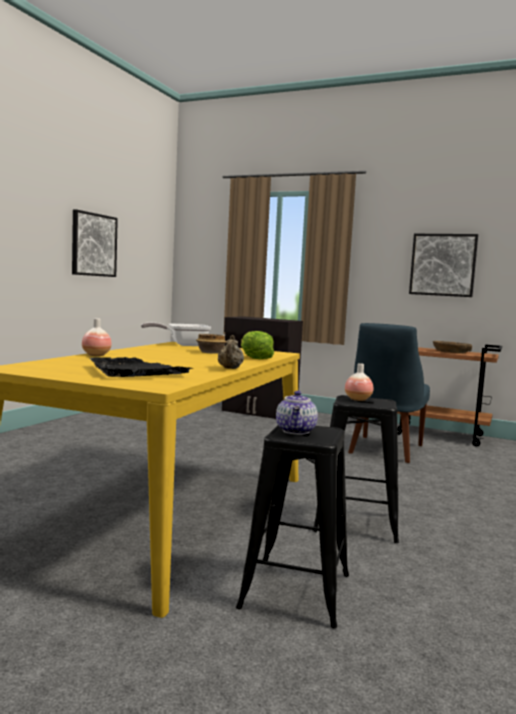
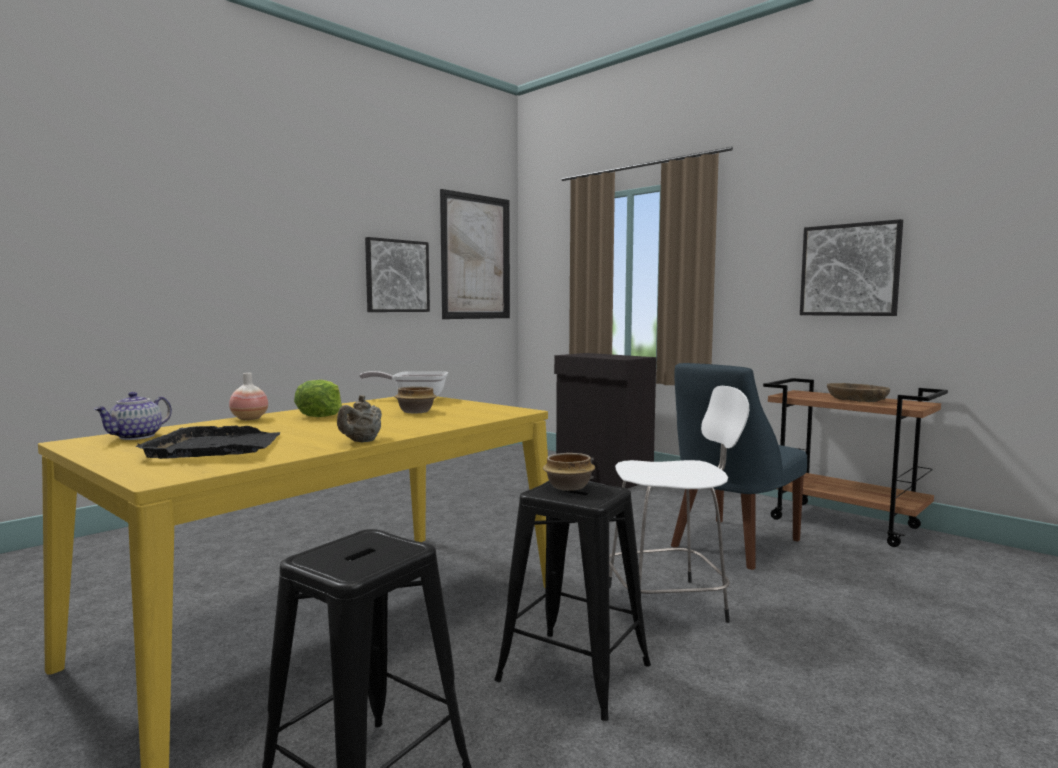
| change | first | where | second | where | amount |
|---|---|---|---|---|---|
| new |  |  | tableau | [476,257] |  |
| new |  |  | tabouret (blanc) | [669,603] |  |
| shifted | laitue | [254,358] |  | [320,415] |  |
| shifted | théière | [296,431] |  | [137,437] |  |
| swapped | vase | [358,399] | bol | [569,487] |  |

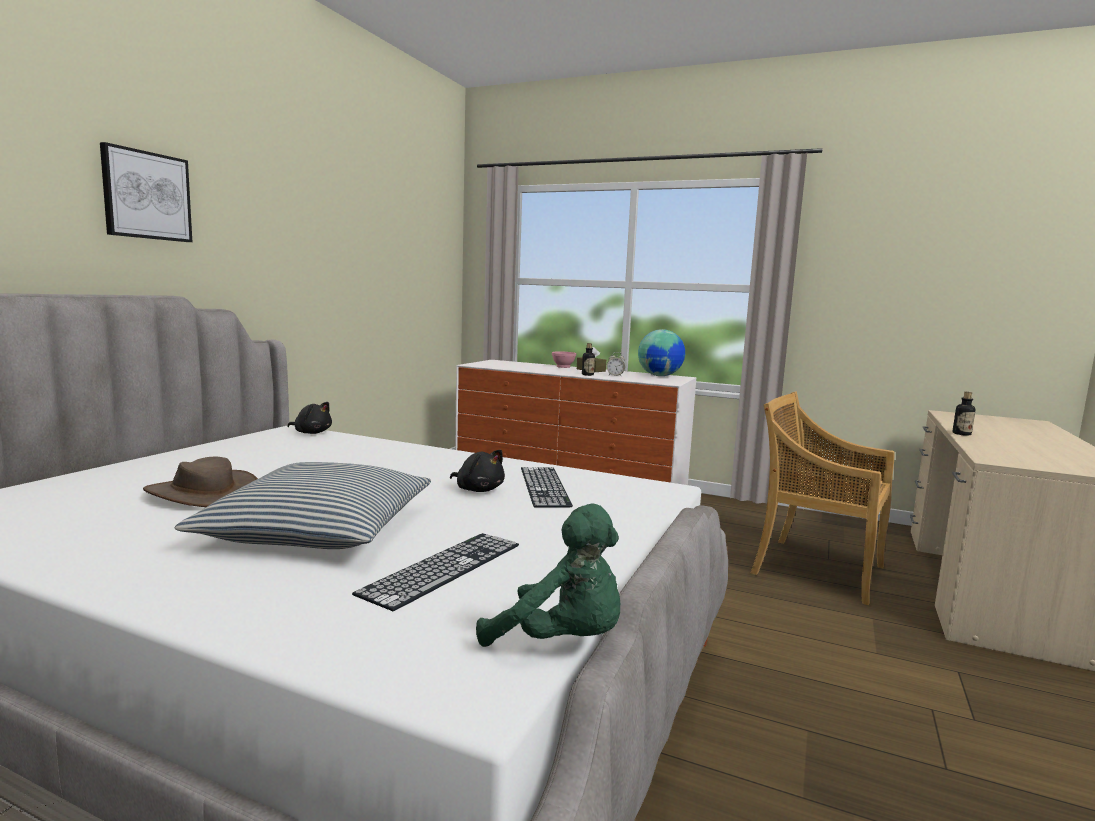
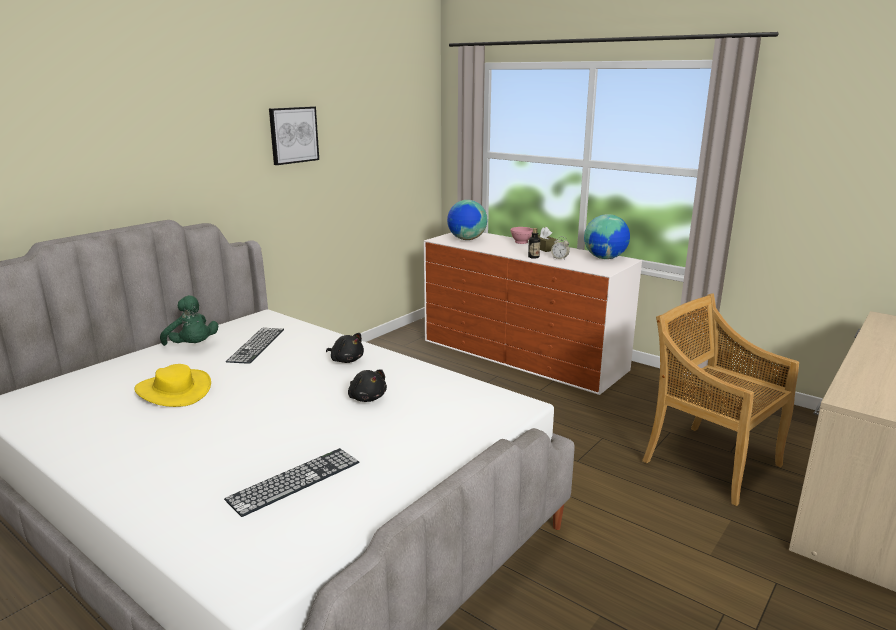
| change | first | where | second | where | amount |
|---|---|---|---|---|---|
| gone | coussin | [318,529] |  |  |  |
| gone | bouteille | [961,434] |  |  |  |
| new |  |  | globe | [466,239] |  |
| shifted | tableau | [146,195] |  | [293,135] |  |
| shifted | peluche (noir) | [311,433] |  | [346,360] |  |
| shifted | peluche (vert) | [562,642] |  | [192,346] |  |
| shifted | clavier | [544,486] |  | [256,345] |  |
| repainted | chapeau (marron) | [203,493] | chapeau (jaune) | [174,390] |  |

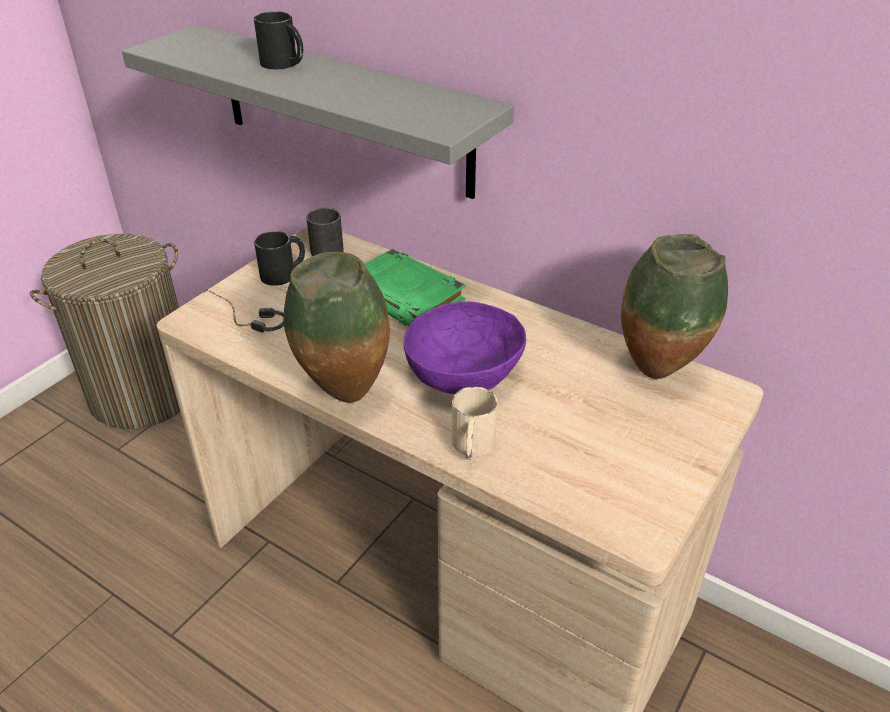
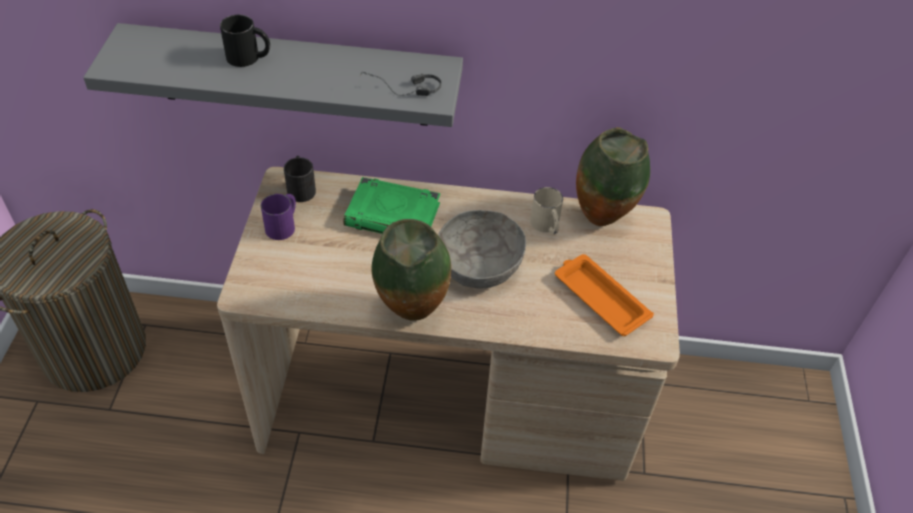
| change | first | where | second | where | amount |
|---|---|---|---|---|---|
| new |  |  | plateau (orange) | [599,298] |  |
| shifted | casque audio | [243,321] |  | [401,91] |  |
| shifted | mug (beige) | [472,447] |  | [546,226] |  |
| repainted | mug (noir) | [284,273] | mug (violet) | [283,225] |  |
| repainted | bol (violet) | [463,372] | bol (gris) | [479,265] |  |

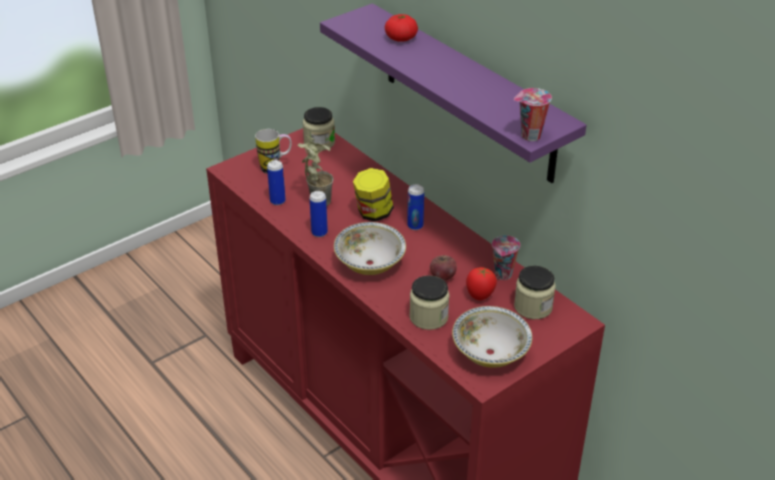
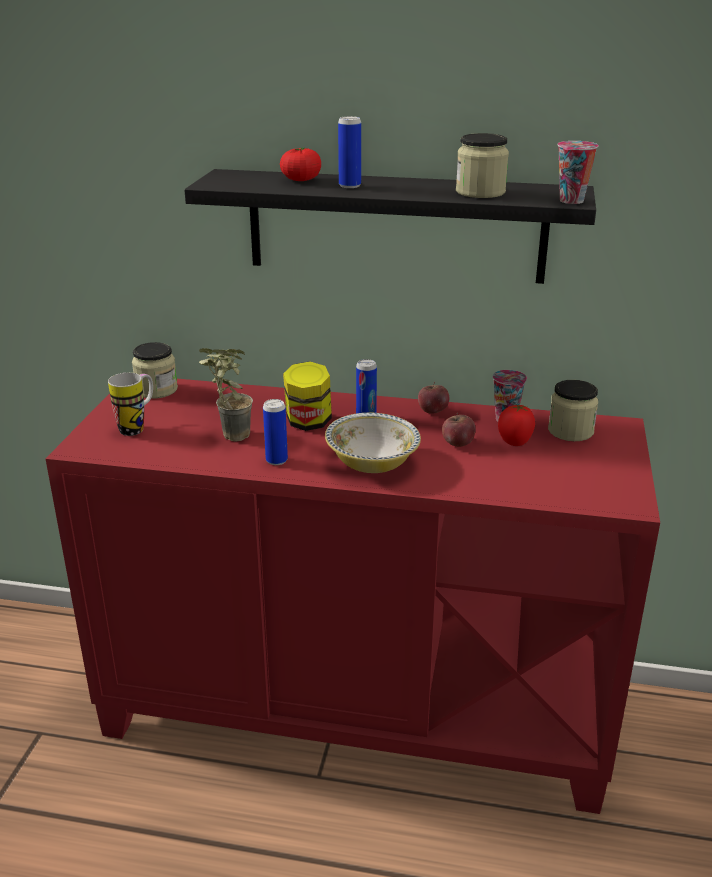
| change | first | where | second | where | amount |
|---|---|---|---|---|---|
| gone | bol | [490,353] |  |  |  |
| new |  |  | pomme | [433,411] |  |
| shifted | boîte métallique | [277,201] |  | [349,186] |  |
| shifted | bocal | [428,317] |  | [480,192] |  |
| repainted | étagère (violet) | [468,93] | étagère (noir) | [395,226] |  |

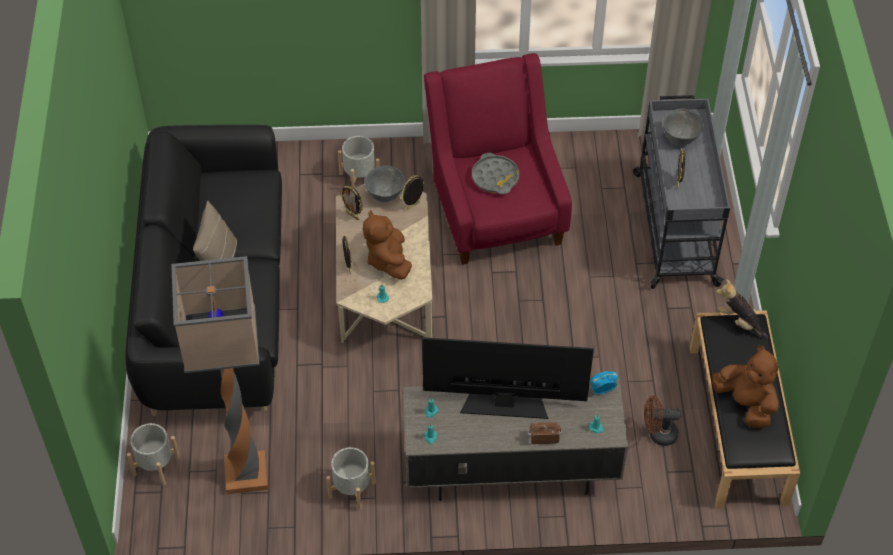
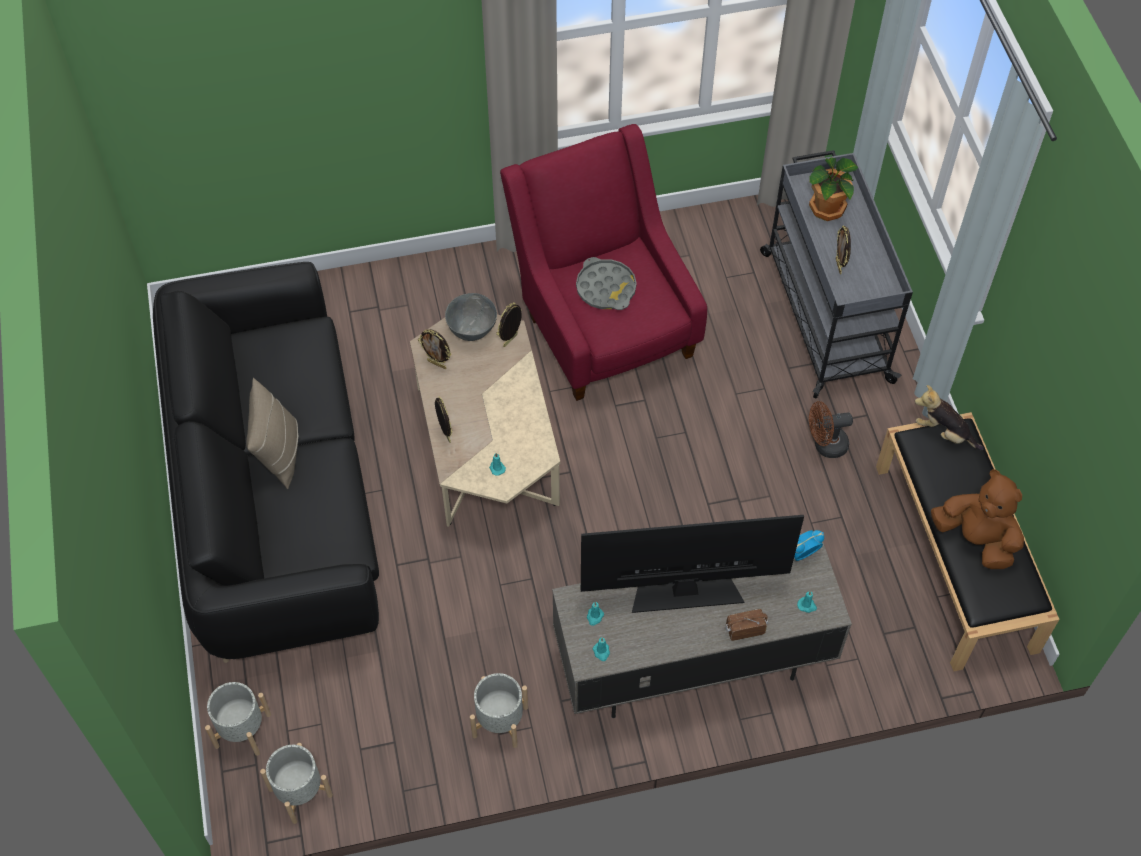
| change | first | where | second | where | amount |
|---|---|---|---|---|---|
| gone | lampadaire | [244,473] |  |  |  |
| gone | peluche (marron) | [388,260] |  |  |  |
| shifted | cache-pot (gris) | [359,177] |  | [300,792] |  |
| shifted | ventilateur (marron) | [658,434] |  | [825,445] |  |
| swapped | bol (gris) | [680,138] | plante en pot | [828,208] |  |

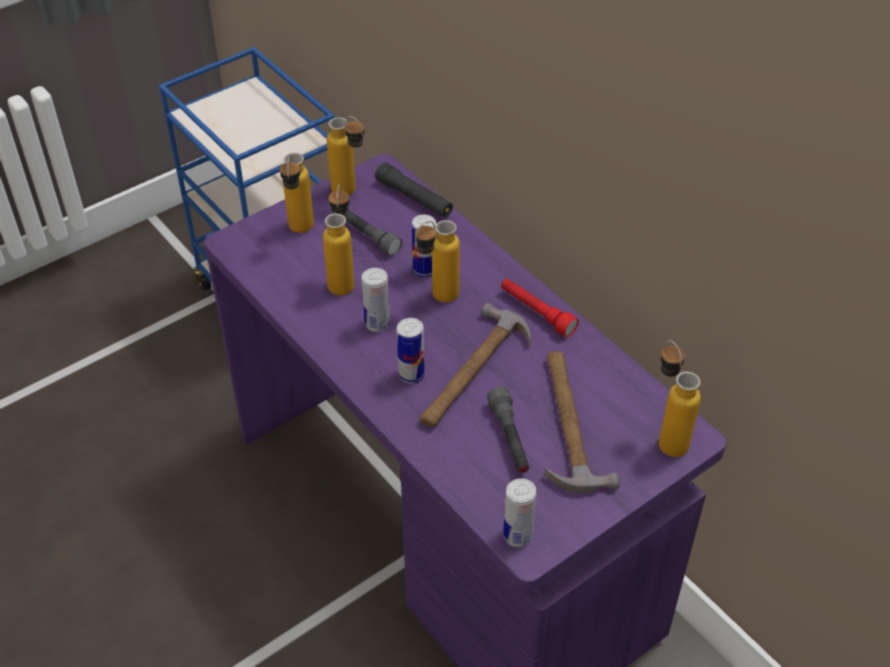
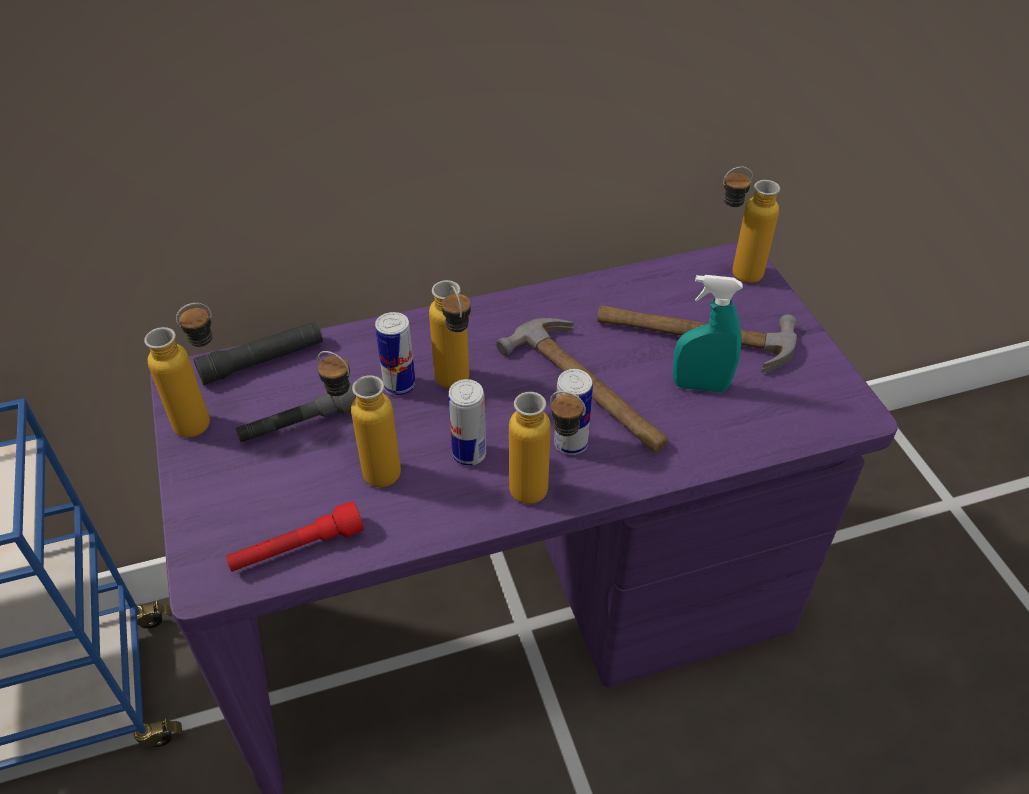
| change | first | where | second | where | amount |
|---|---|---|---|---|---|
| gone | boîte métallique | [517,536] |  |  |  |
| shifted | bouteille | [300,233] |  | [544,495] |  |
| shifted | lampe de poche (rouge) | [536,313] |  | [297,549] |  |
| swapped | lampe de poche (gris) | [509,438] | vaporisateur (turquoise) | [700,386] |  |

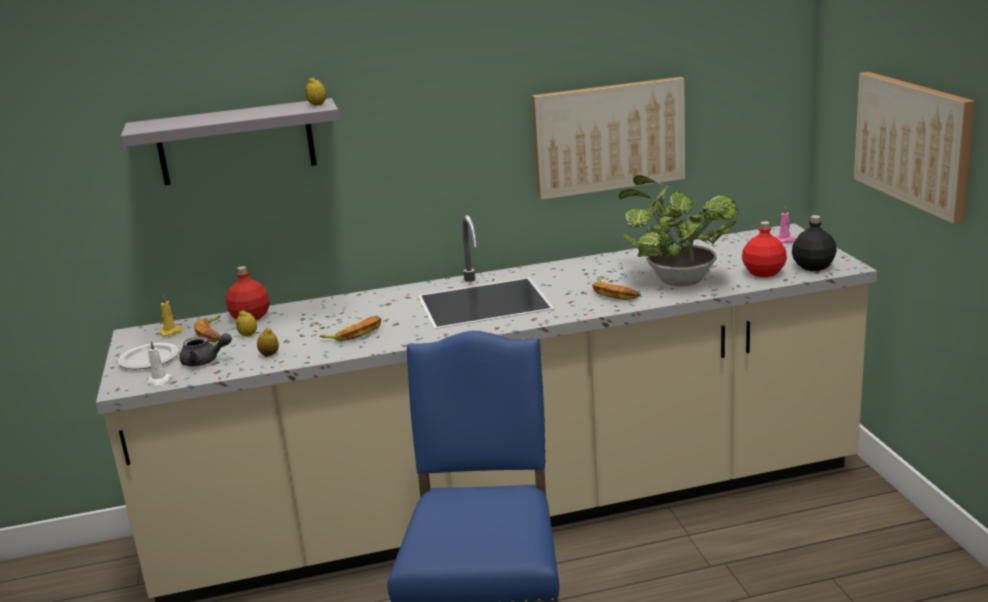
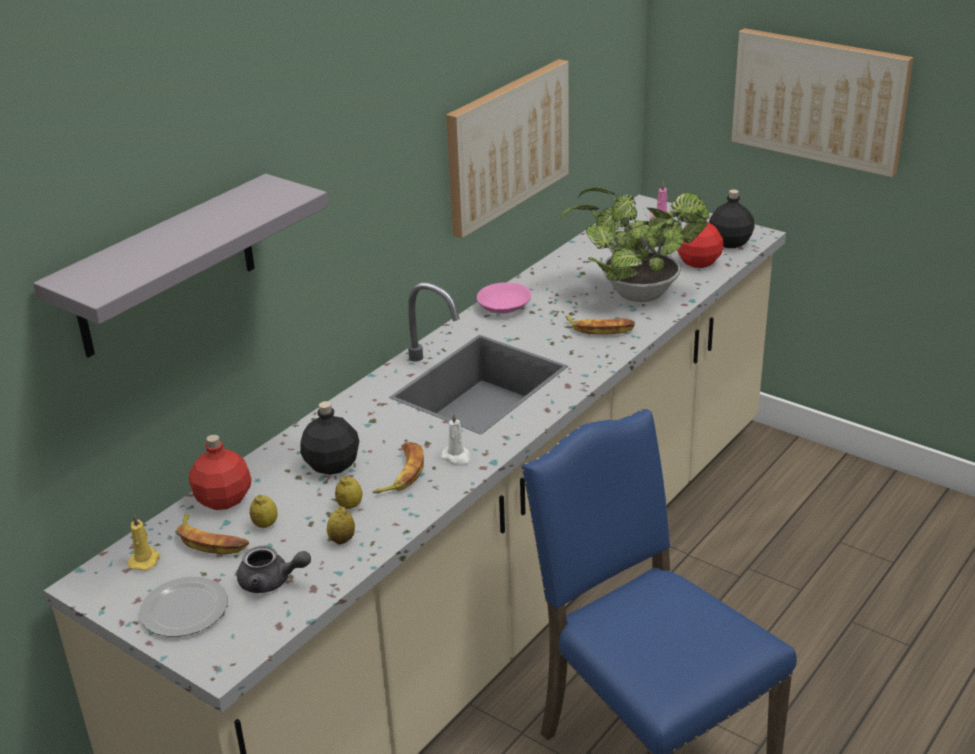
| change | first | where | second | where | amount |
|---|---|---|---|---|---|
| new |  |  | bouteille (noir) | [332,465] |  |
| new |  |  | bol (rose) | [503,308] |  |
| shifted | bougie (blanc) | [159,382] |  | [457,457] |  |
| shifted | citron | [317,105] |  | [350,506] |  |
| rotated | théière (gris) | [205,361] |  | [271,582] | 45 degrees clockwise |

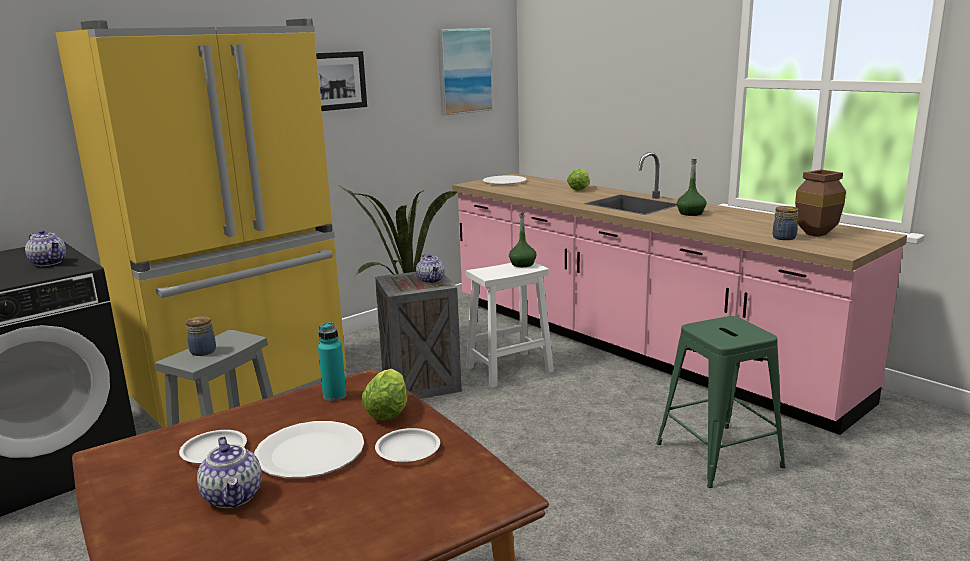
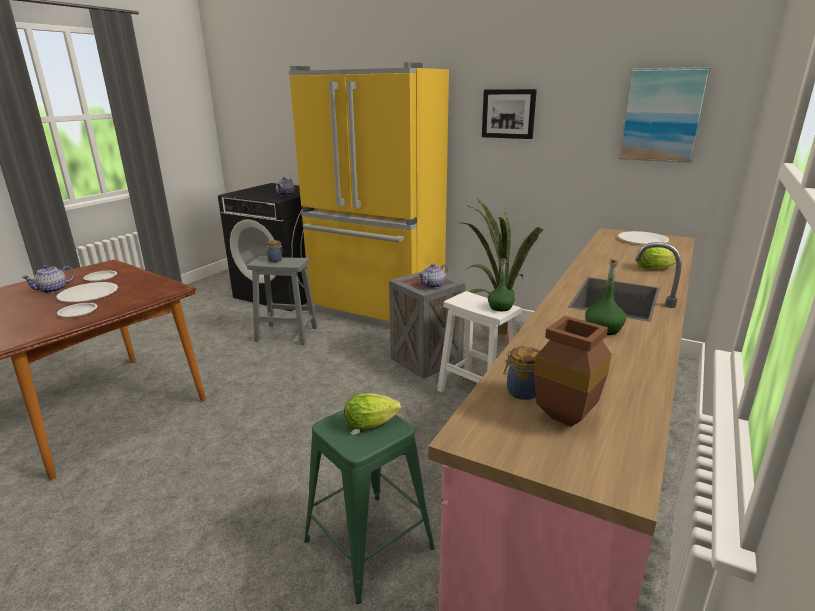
| change | first | where | second | where | amount |
|---|---|---|---|---|---|
| gone | bouteille (turquoise) | [334,396] |  |  |  |
| shifted | laitue | [389,410] |  | [373,424] |  |

